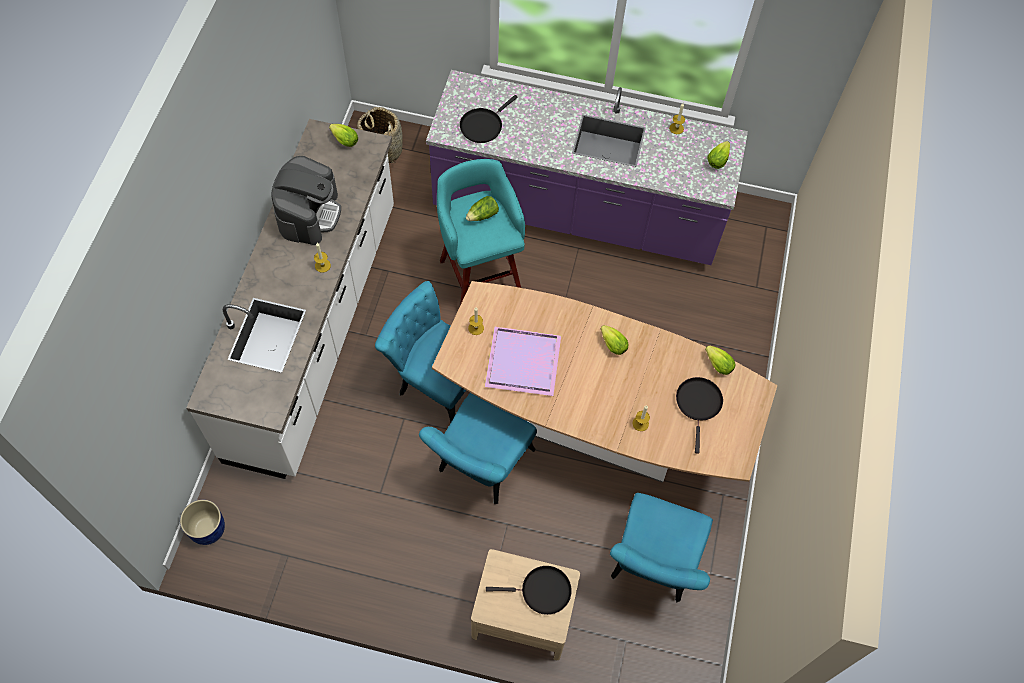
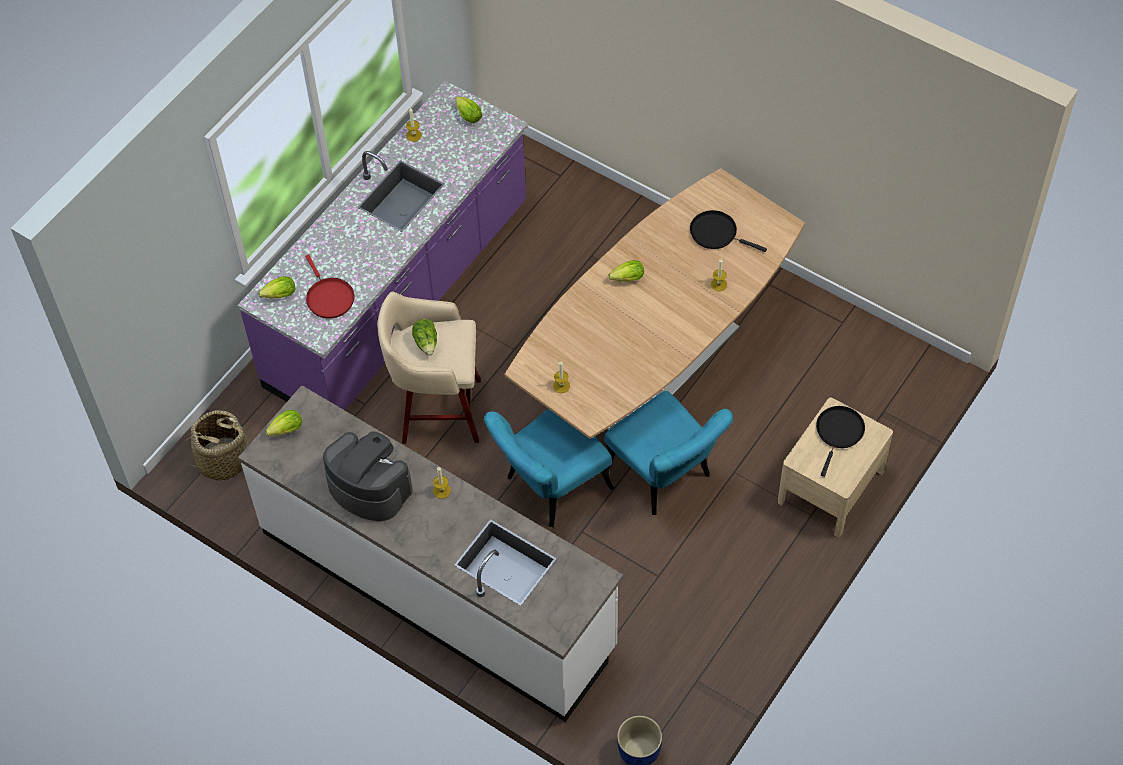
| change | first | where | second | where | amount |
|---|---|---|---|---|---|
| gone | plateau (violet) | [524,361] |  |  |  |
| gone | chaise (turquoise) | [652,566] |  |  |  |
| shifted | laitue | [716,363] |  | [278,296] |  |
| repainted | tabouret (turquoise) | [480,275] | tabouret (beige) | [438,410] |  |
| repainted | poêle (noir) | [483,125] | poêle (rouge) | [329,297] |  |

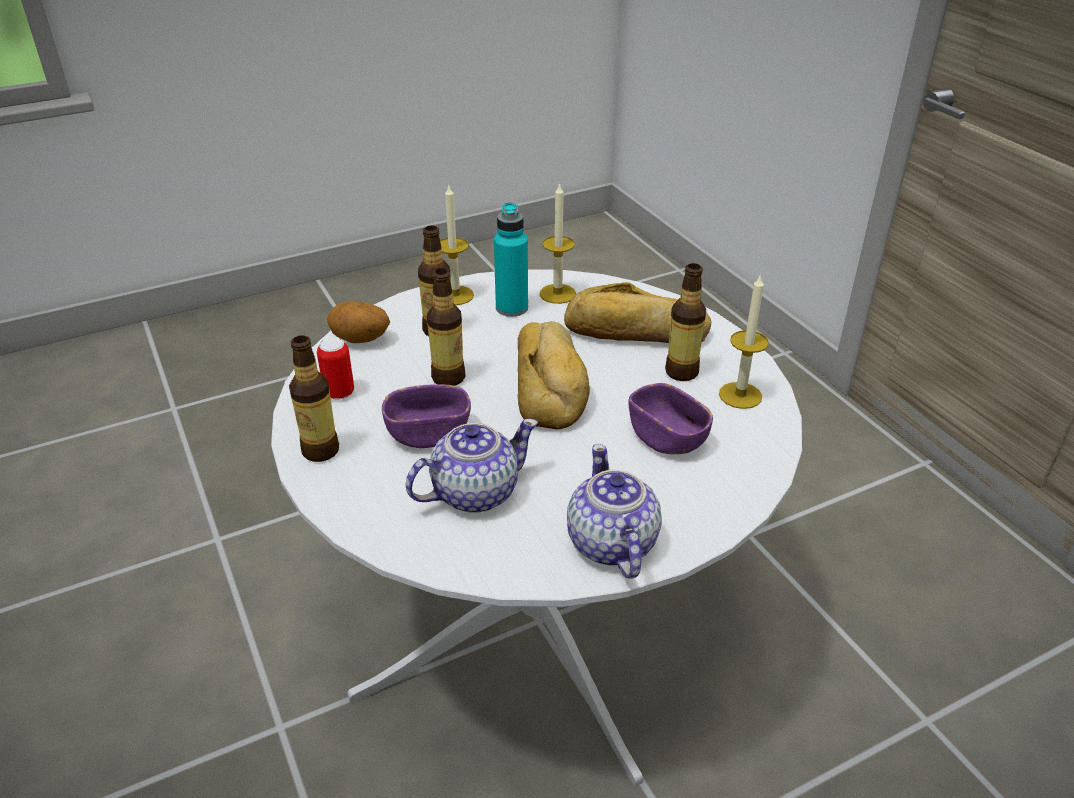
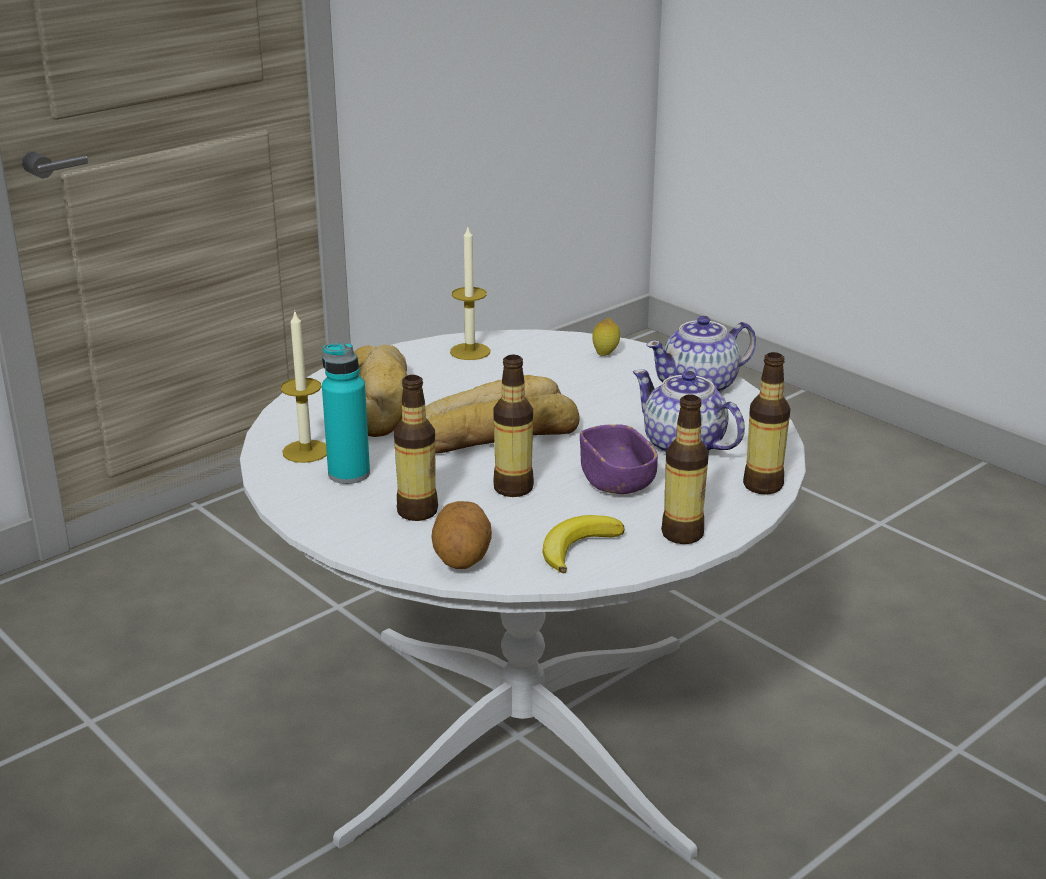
| change | first | where | second | where | amount |
|---|---|---|---|---|---|
| gone | bougie | [455,295] |  |  |  |
| gone | bol (violet) | [667,438] |  |  |  |
| new |  |  | citron | [605,354] |  |
| shifted | bouteille | [681,372] |  | [762,485] |  |
| swapped | boîte métallique | [339,393] | banane | [577,547] |  |

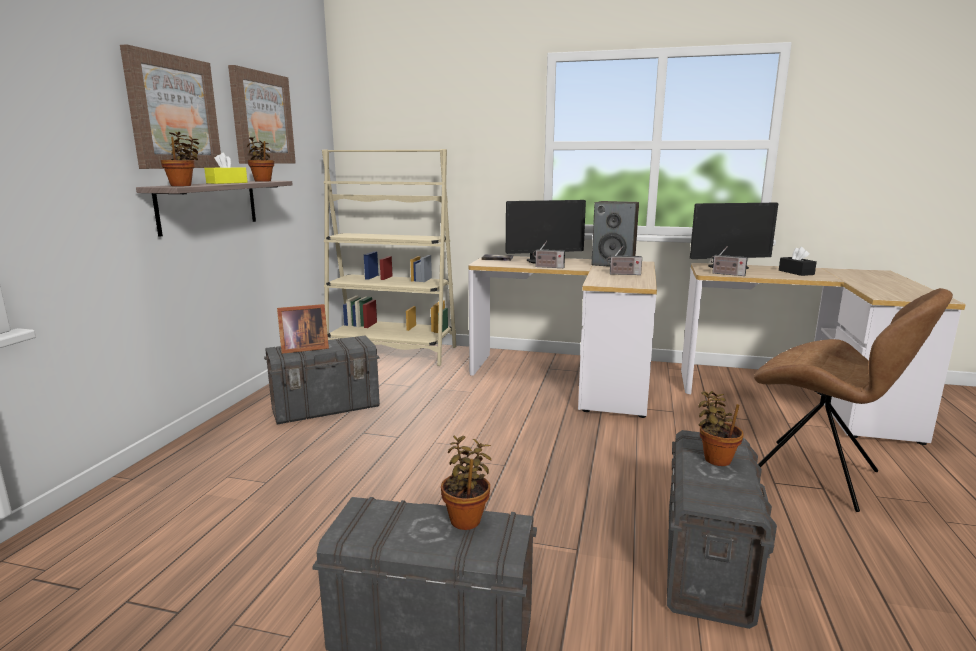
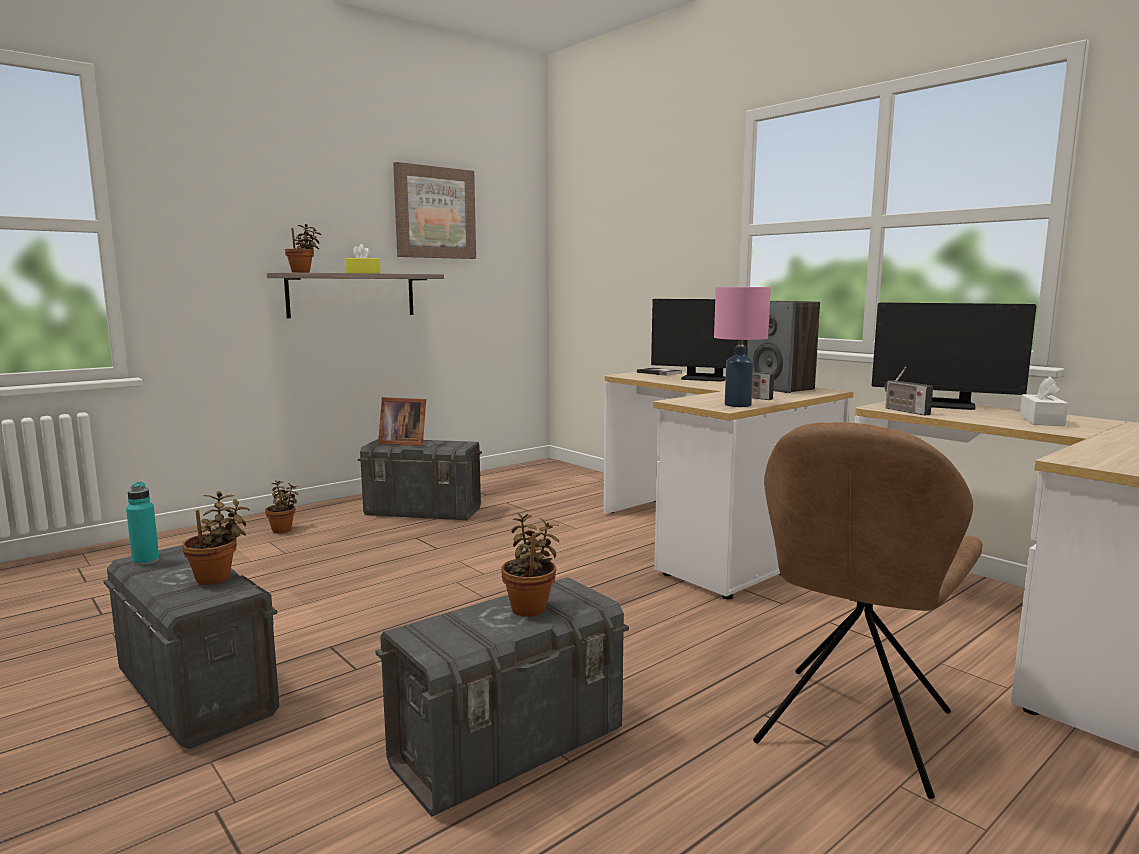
| change | first | where | second | where | amount |
|---|---|---|---|---|---|
| gone | tableau | [173,112] |  |  |  |
| gone | bibliothèque (beige) | [392,351] |  |  |  |
| gone | radio | [548,267] |  |  |  |
| new |  |  | bouteille (turquoise) | [146,561] |  |
| new |  |  | lampe de table (rose) | [737,405] |  |
| shifted | plante en pot | [262,181] |  | [283,529] |  |
| repainted | boîte à mouchoirs (noir) | [796,272] | boîte à mouchoirs (blanc) | [1041,421] |  |
| rotated | chaise (marron) | [819,476] |  | [852,732] | 45 degrees clockwise |

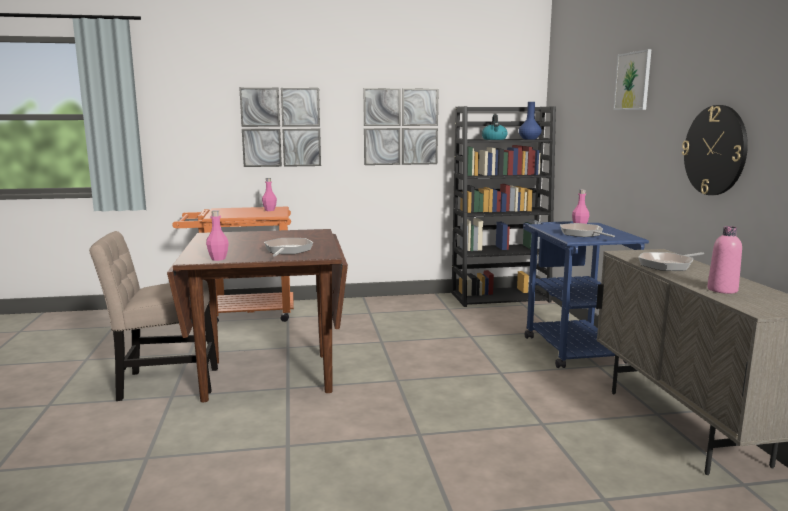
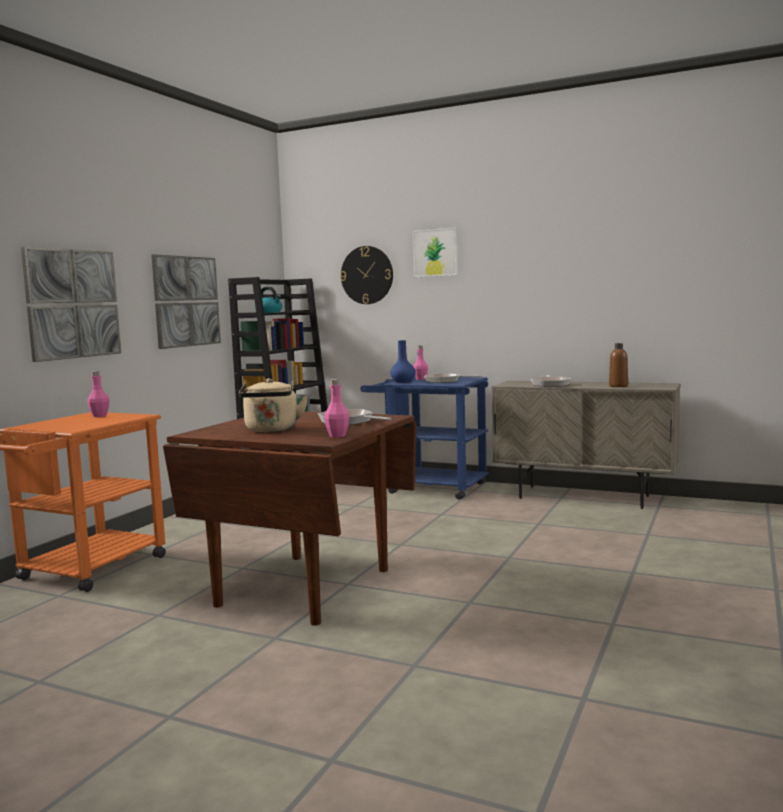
| change | first | where | second | where | amount |
|---|---|---|---|---|---|
| gone | chaise (beige) | [163,383] |  |  |  |
| new |  |  | bouilloire (beige) | [271,430] |  |
| shifted | vase (bleu) | [529,139] |  | [402,382] |  |
| shifted | horloge murale | [715,150] |  | [367,275] |  |
| repainted | bouteille (rose) | [722,290] | bouteille (marron) | [618,386] |  |

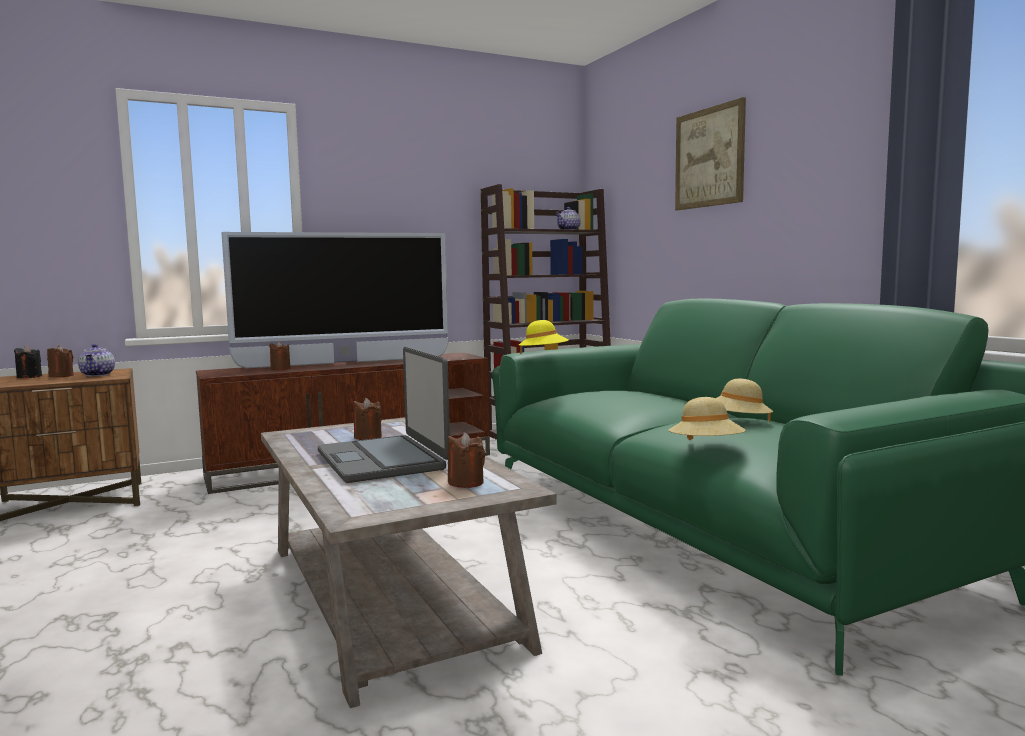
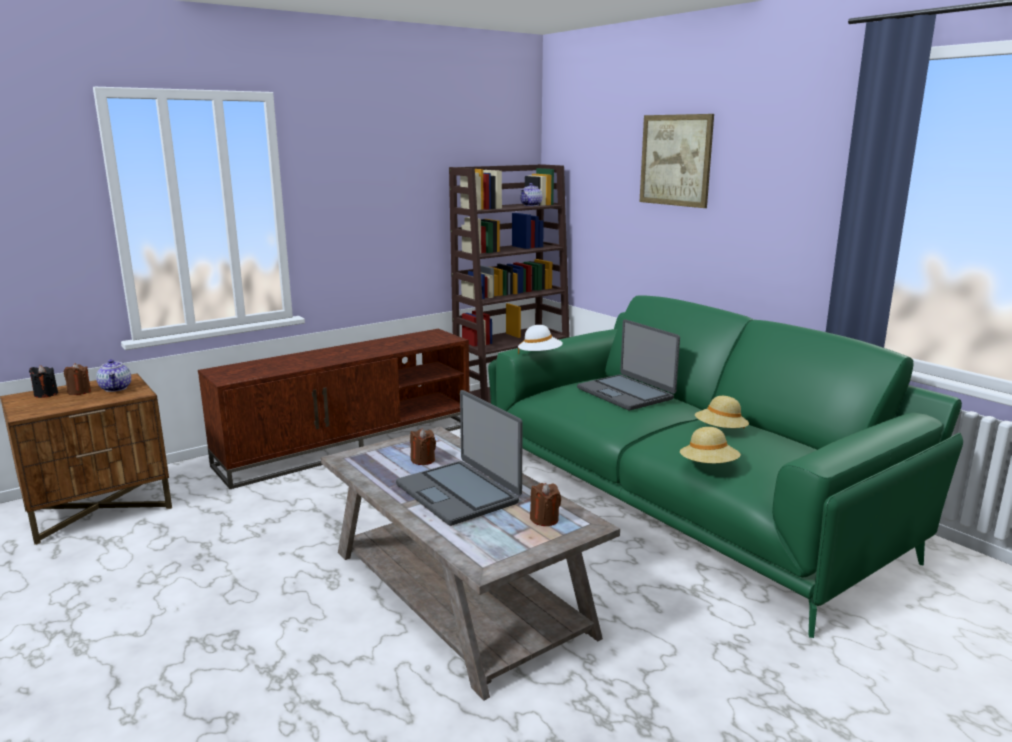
| change | first | where | second | where | amount |
|---|---|---|---|---|---|
| gone | téléviseur | [345,362] |  |  |  |
| gone | bougie (marron) | [280,369] |  |  |  |
| new |  |  | ordinateur portable | [626,393] |  |
| repainted | chapeau (jaune) | [543,355] | chapeau (blanc) | [540,355] |  |

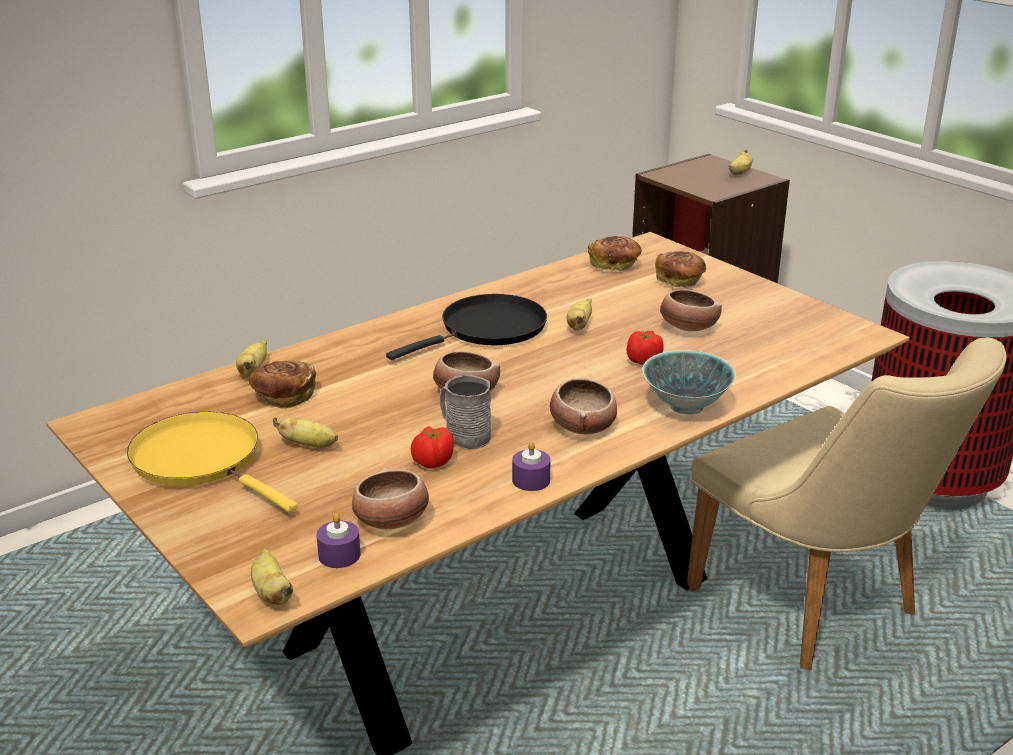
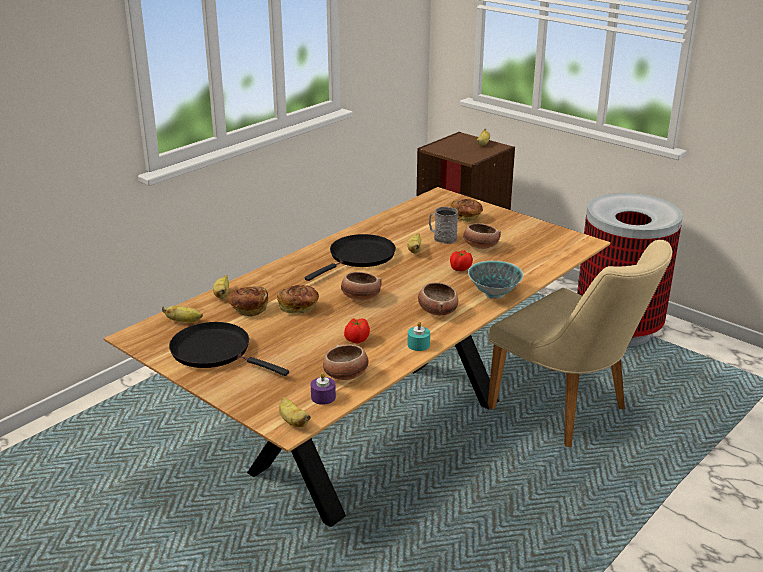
| change | first | where | second | where | amount |
|---|---|---|---|---|---|
| shifted | banane | [309,445] |  | [185,321] |  |
| shifted | mug (gris) | [463,435] |  | [442,238] |  |
| shifted | pain | [614,265] |  | [299,308] |  |
| repainted | poêle (jaune) | [202,460] | poêle (noir) | [215,351] |  |
| repainted | bougie (violet) | [531,480] | bougie (turquoise) | [418,345] |  |

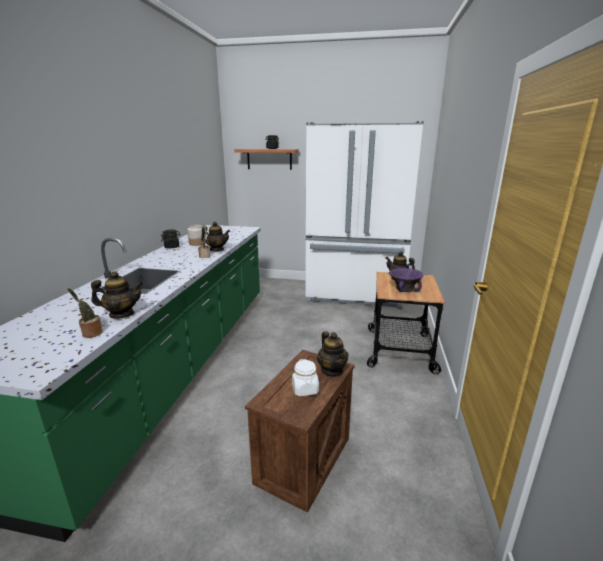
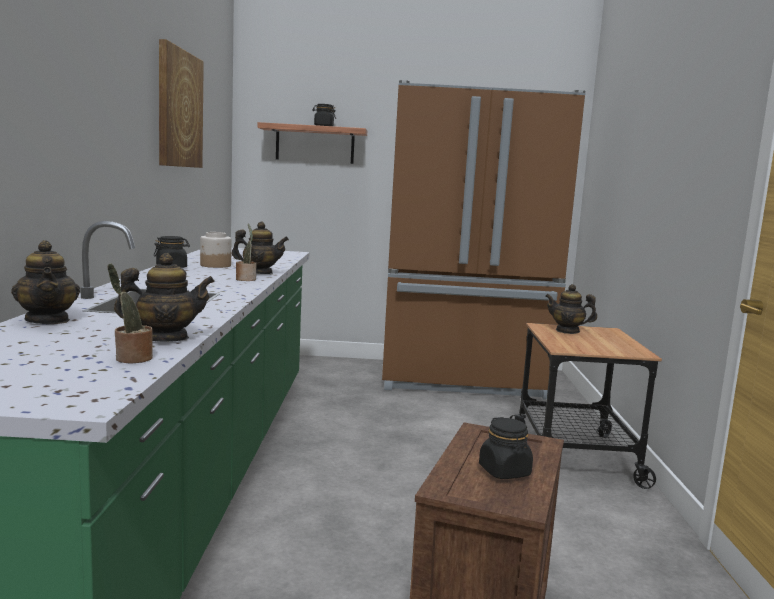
| change | first | where | second | where | amount |
|---|---|---|---|---|---|
| gone | bol (violet) | [404,289] |  |  |  |
| new |  |  | tableau | [179,109] |  |
| shifted | théière | [332,371] |  | [48,320] |  |
| repainted | bocal (blanc) | [305,389] | bocal (noir) | [504,471] |  |
| repainted | réfrigérateur (blanc) | [355,295] | réfrigérateur (marron) | [463,380] |  |

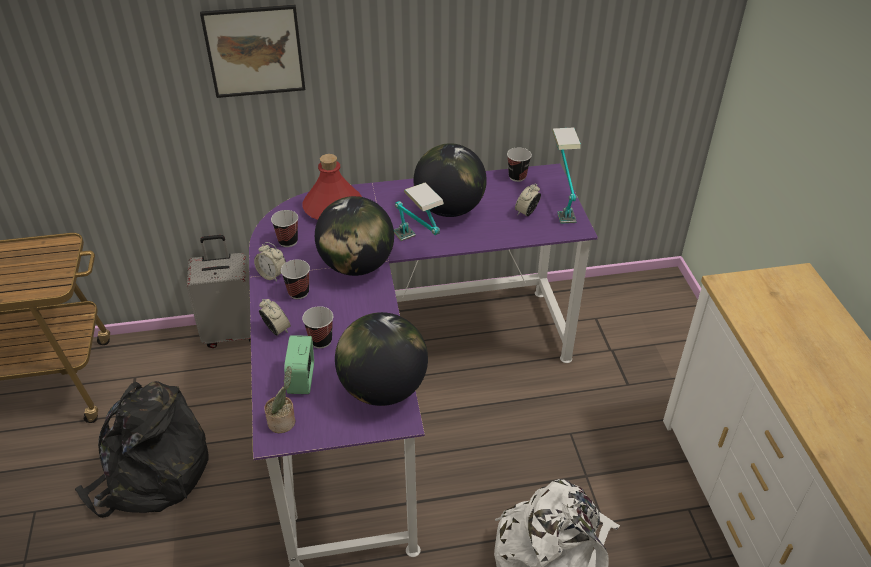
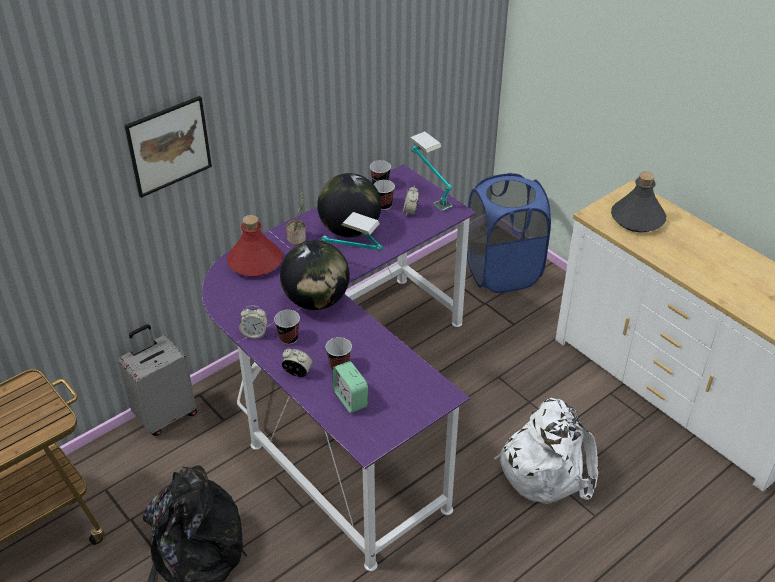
| change | first | where | second | where | amount |
|---|---|---|---|---|---|
| gone | globe | [383,389] |  |  |  |
| new |  |  | panier à linge (bleu) | [503,272] |  |
| new |  |  | bouteille (gris) | [638,219] |  |
| shifted | plante en pot | [283,422] |  | [297,238] |  |
| shifted | tasse | [288,241] |  | [384,205] |  |

